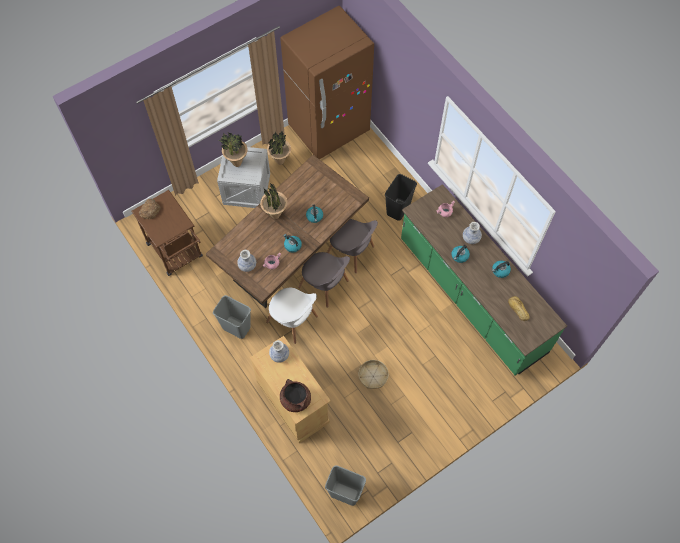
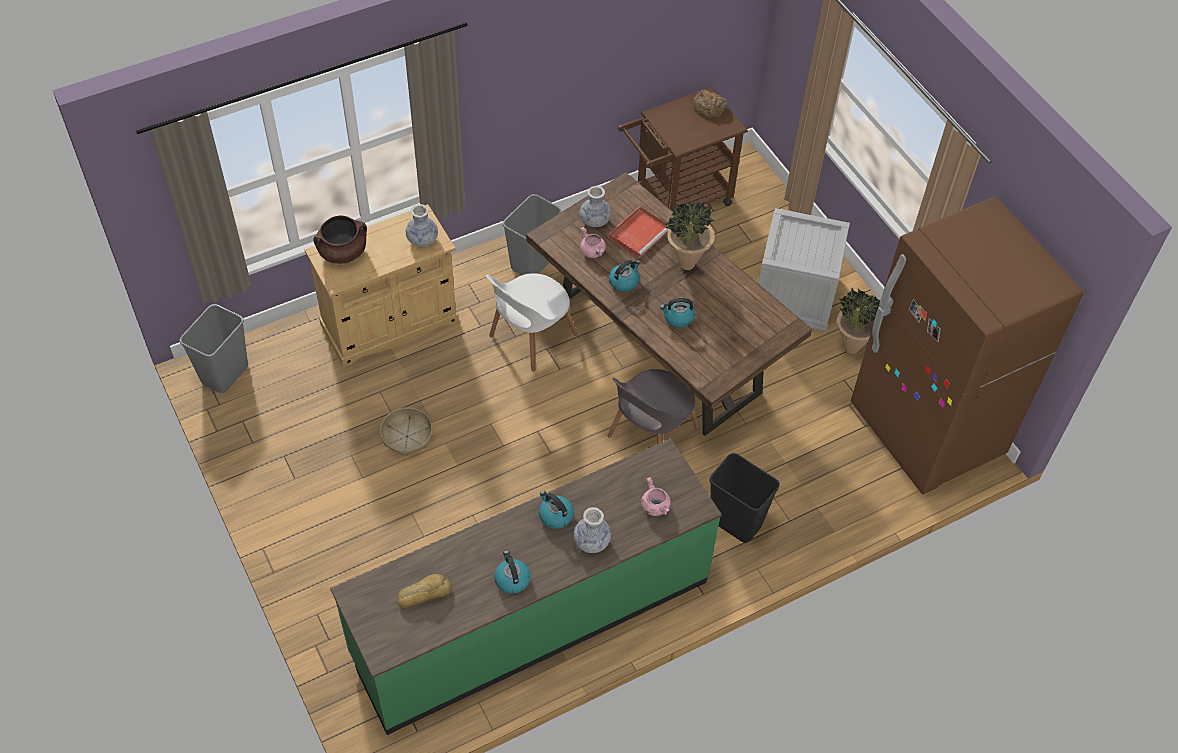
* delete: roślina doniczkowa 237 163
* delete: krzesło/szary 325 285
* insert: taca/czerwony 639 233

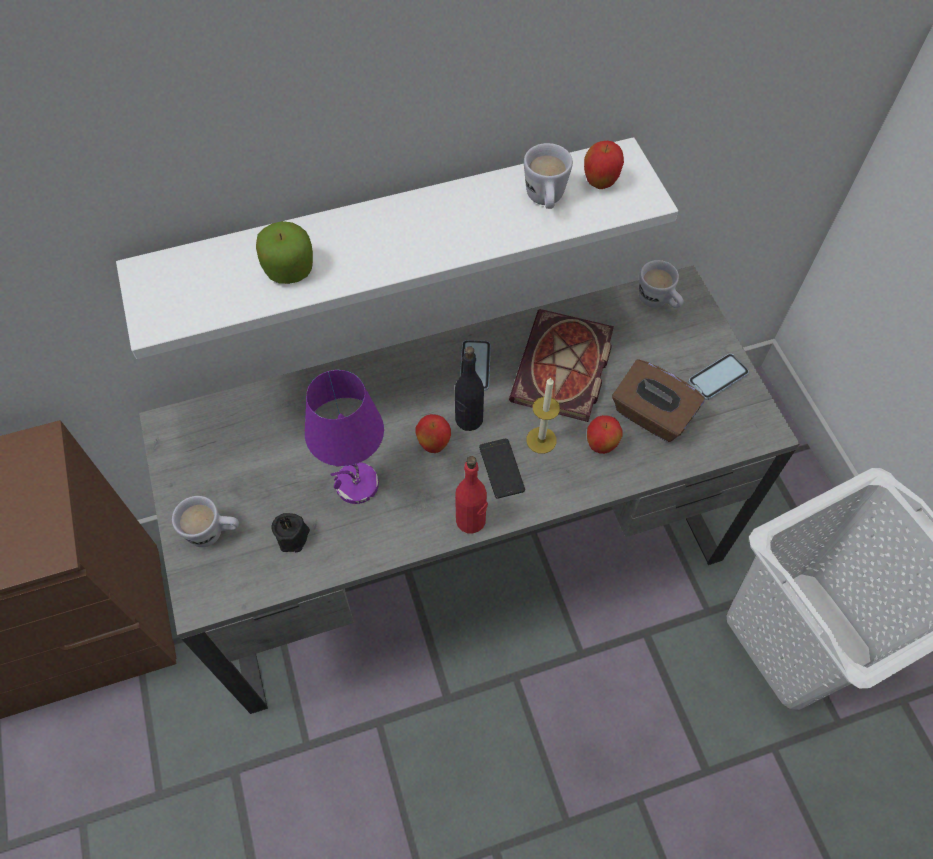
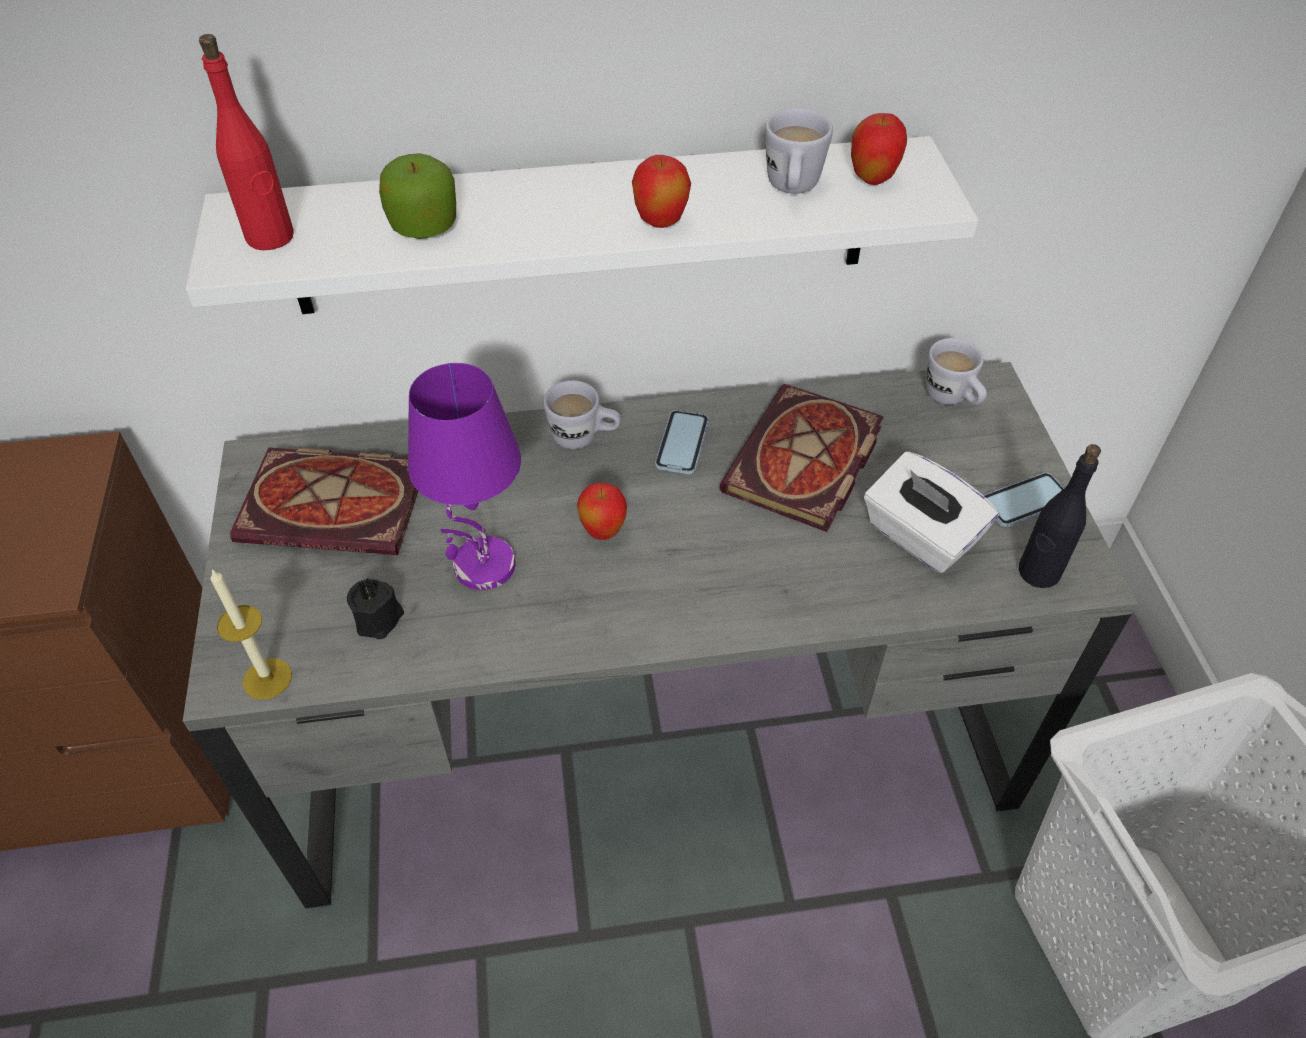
* move: kubek/biały 214 533 to 584 438
* move: butelka/czarny 468 419 to 1038 572
* move: butelka/czerwony 471 520 to 270 237
* delete: telefon 501 468
* move: świeca 541 440 to 267 678
* move: jabłko 600 446 to 660 223
* recolor: pudełko chusteczek/brązowy 651 415 to pudełko chusteczek/biały 919 536
* insert: książka 338 504

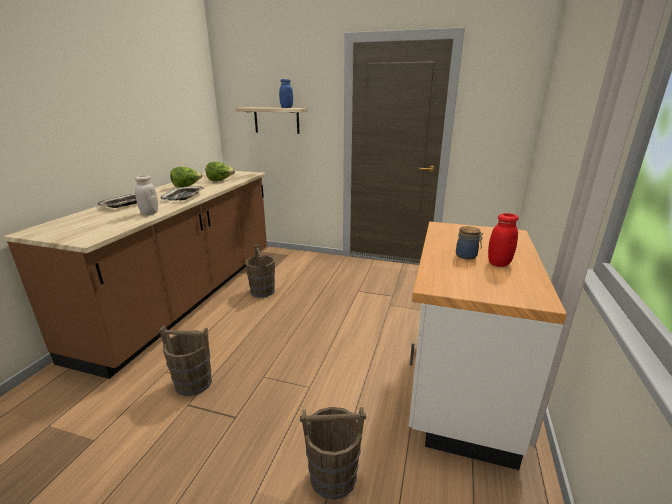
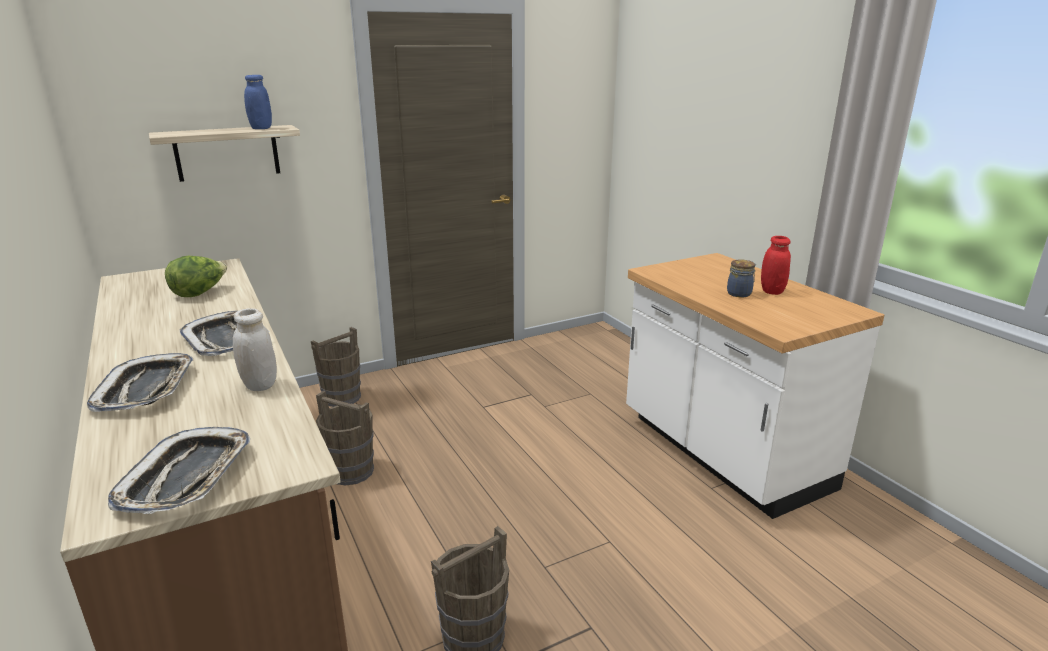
* delete: sałata 187 186
* move: wiadro/brązowy 333 476 to 342 397
* insert: taca 187 477

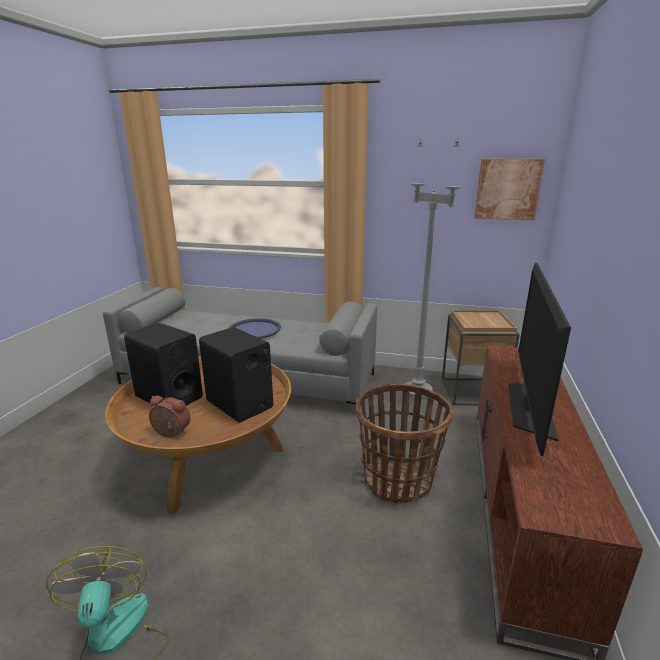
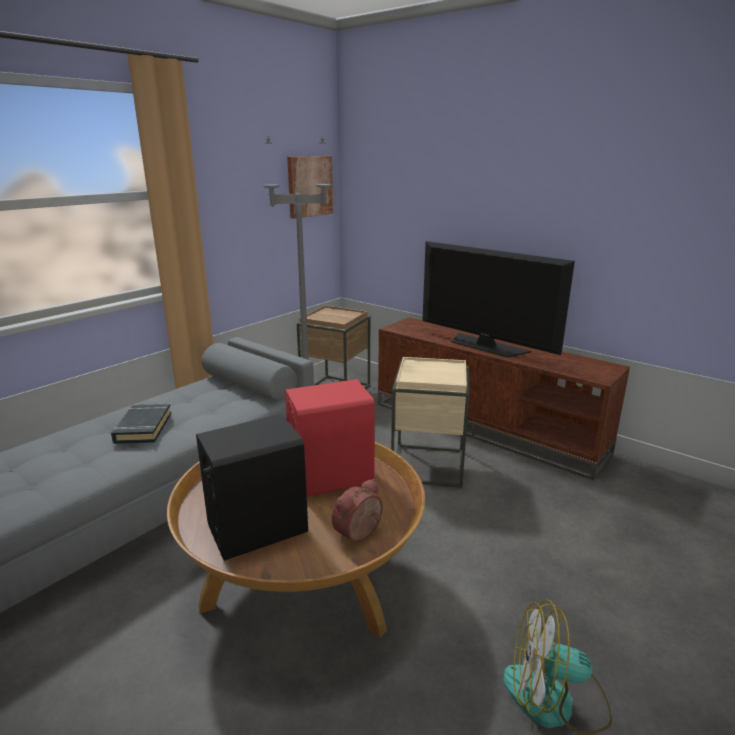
* recolor: głośnik/czarny 240 404 to głośnik/czerwony 331 476
* replace: taca/niebieski 254 329 to książka/czarny 143 428
* replace: koszyk 398 481 to stolik/beżowy 427 465

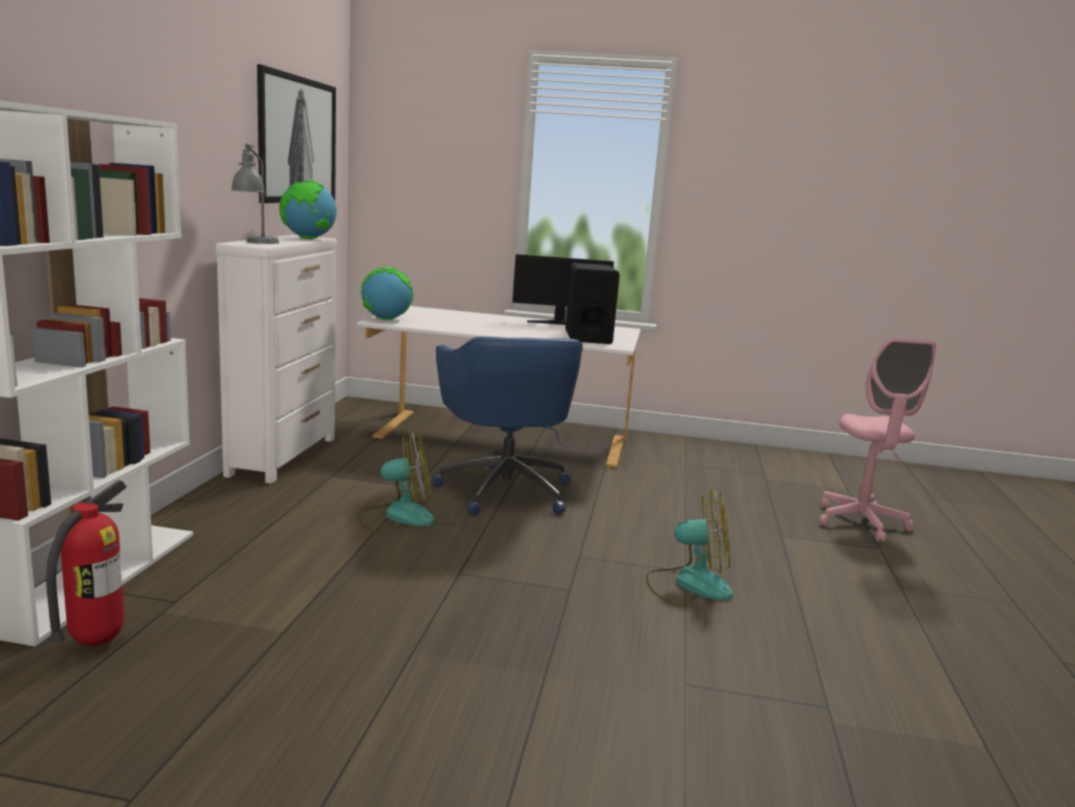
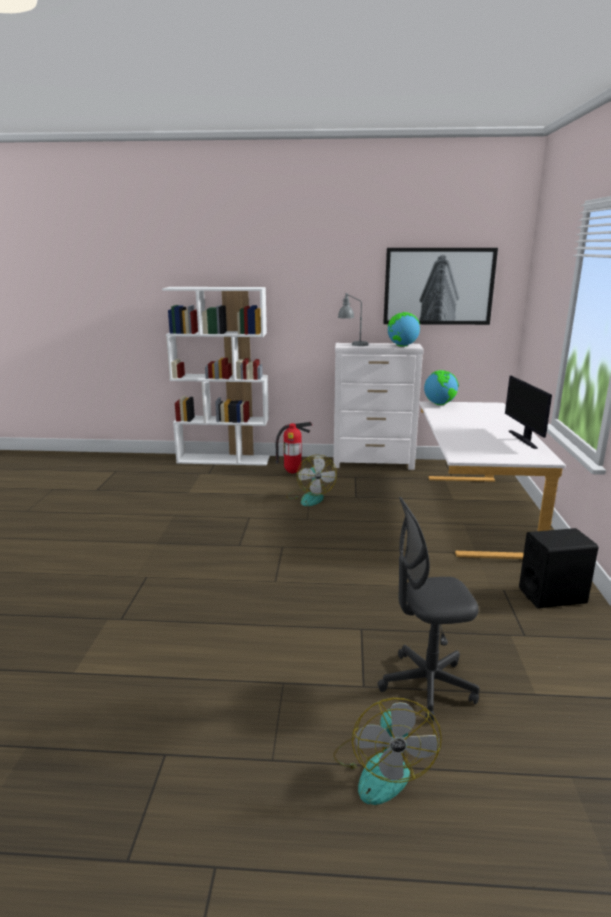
* move: gaśnica 96 641 to 293 472
* delete: krzesło biurowe/niebieski 505 489
* move: głośnik/czarny 588 337 to 552 596
* move: wentylator 689 584 to 381 767
* recolor: krzesło biurowe/różowy 861 522 to krzesło biurowe/szary 427 685

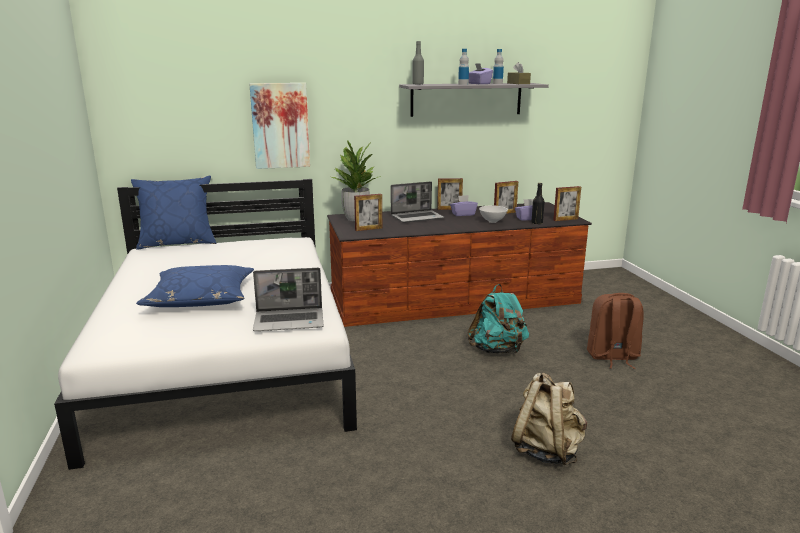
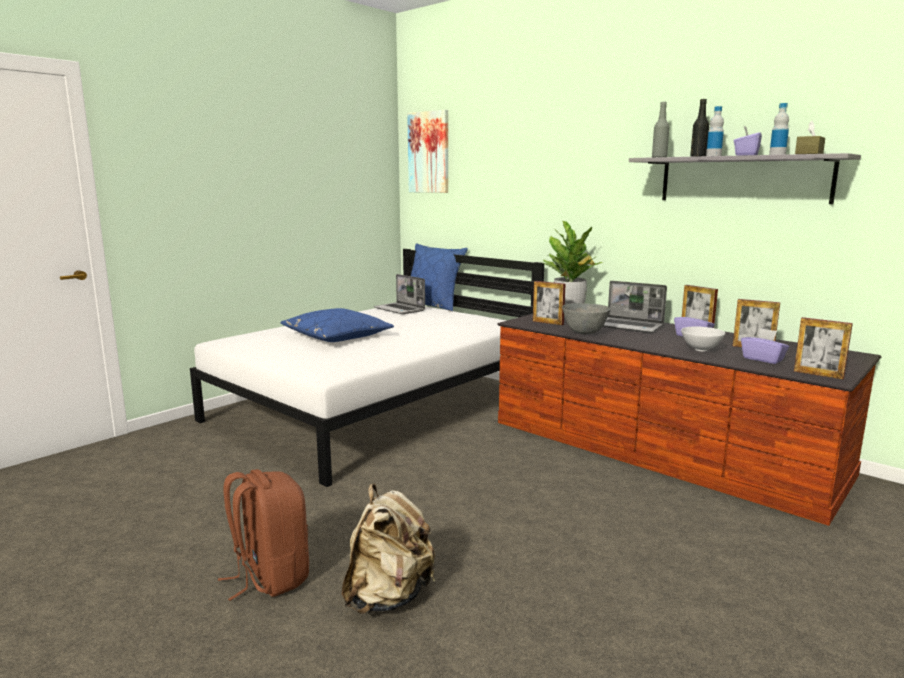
* move: obraz 280 125 to 429 152
* move: laptop 290 321 to 400 309
* delete: plecak/turkusowy 497 350
* move: butelka/czarny 537 223 to 698 157
* move: plecak/brązowy 612 357 to 270 576
* insert: miska/szary 584 333

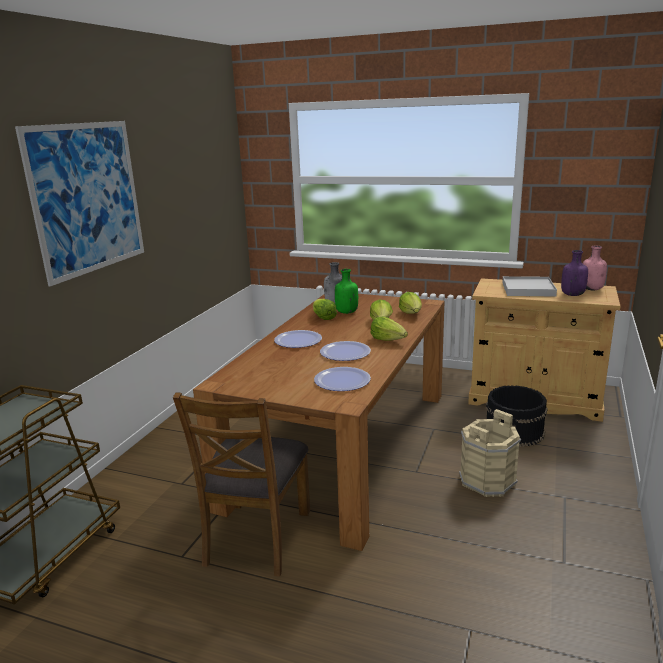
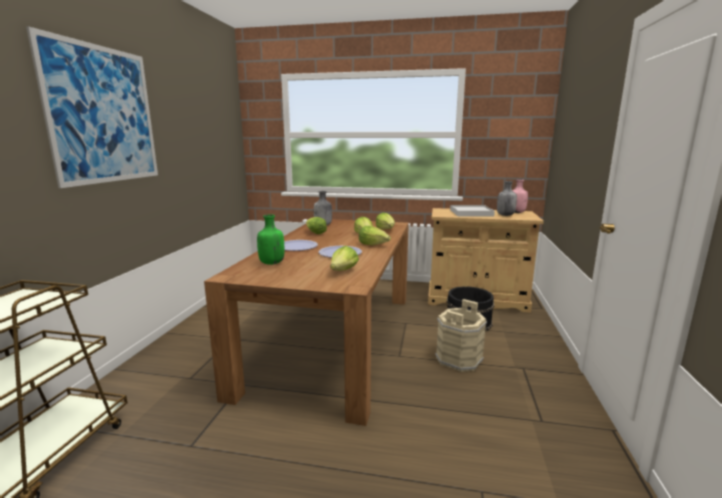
* delete: krzesło/brązowy 256 537
* replace: talerz 342 380 to sałata 343 271
* move: butelka/zielony 346 312 to 271 263
* recolor: butelka/fioletowy 572 294 to butelka/szary 505 215

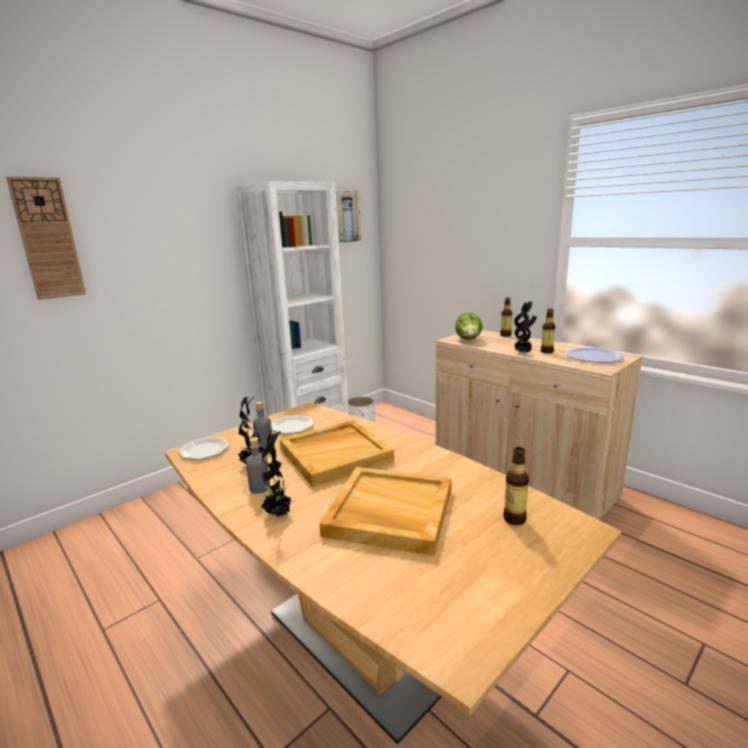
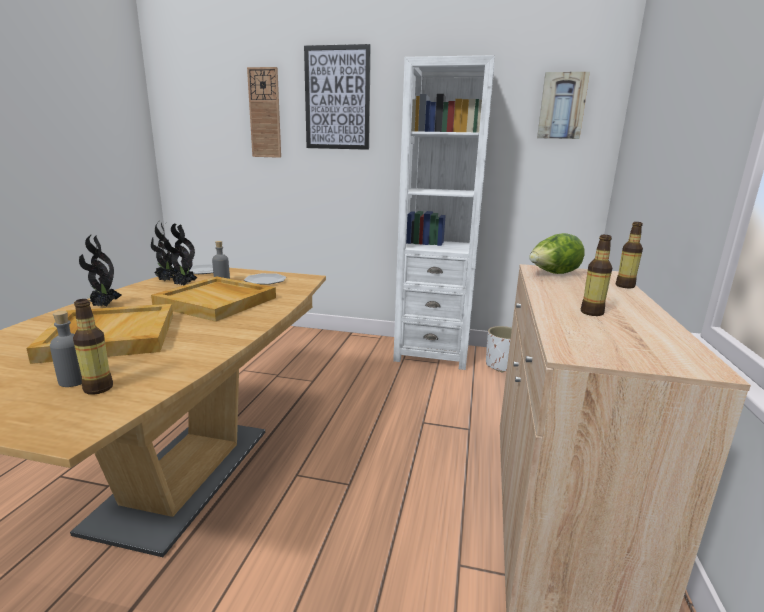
* move: butelka/szary 260 488 to 74 380
* move: roślina doniczkowa 523 353 to 166 281
* delete: talerz 594 357
* insert: obraz 337 98

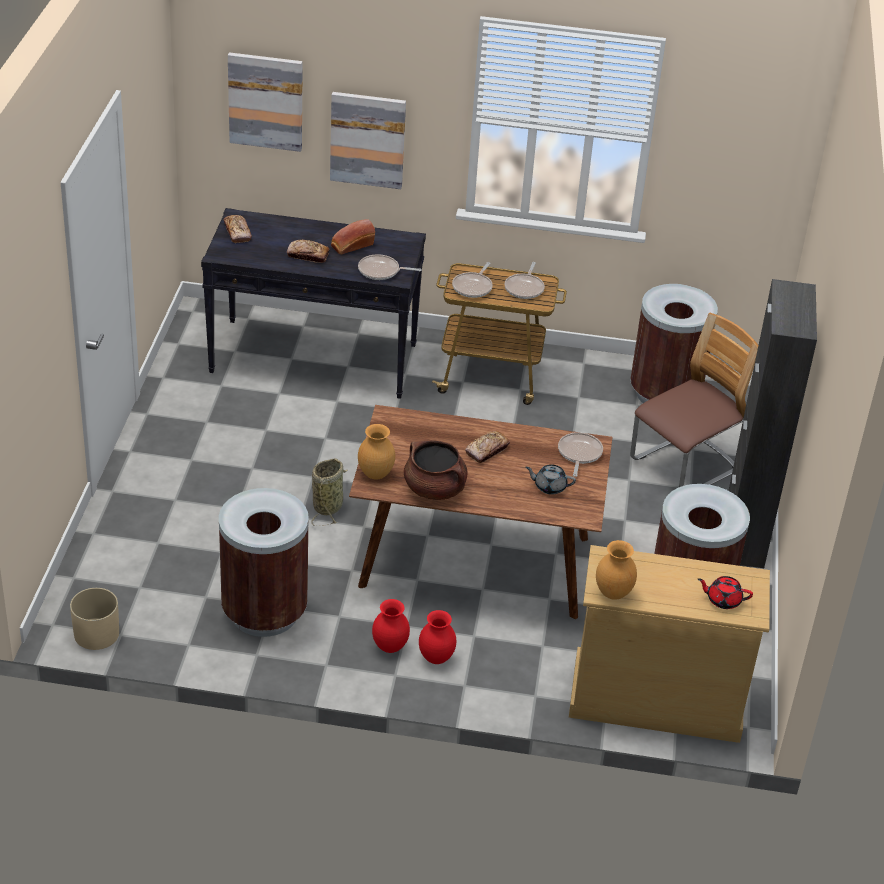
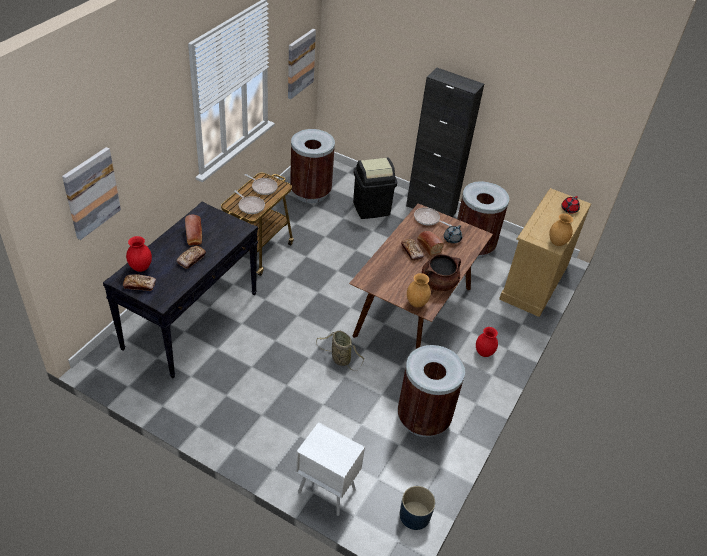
* recolor: donica/beżowy 96 634 to donica/niebieski 414 515
* move: obraz 367 139 to 300 63
* delete: patelnia 381 271
* move: wazon/czerwony 389 646 to 140 268
* replace: krzesło 684 466 to kosz na śmieci/czarny 371 208
* insert: szafka nocna/biały 326 490
* insert: chleb 428 246

